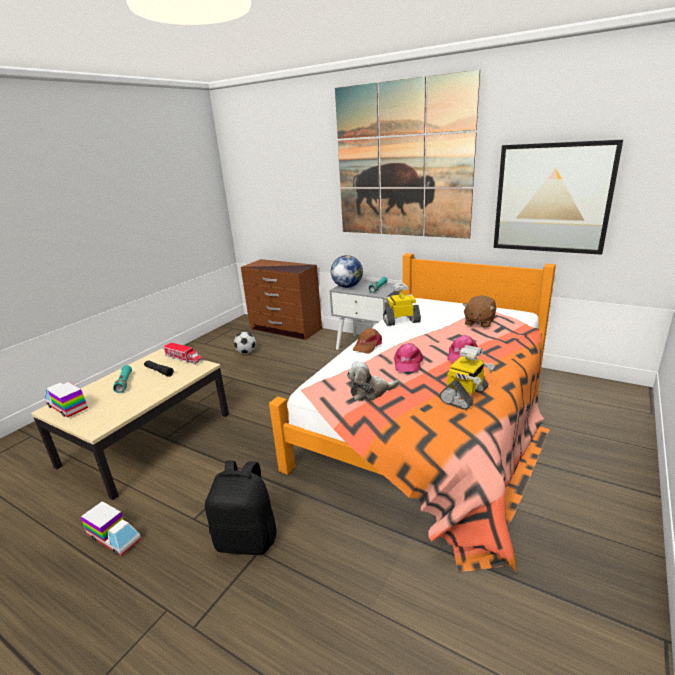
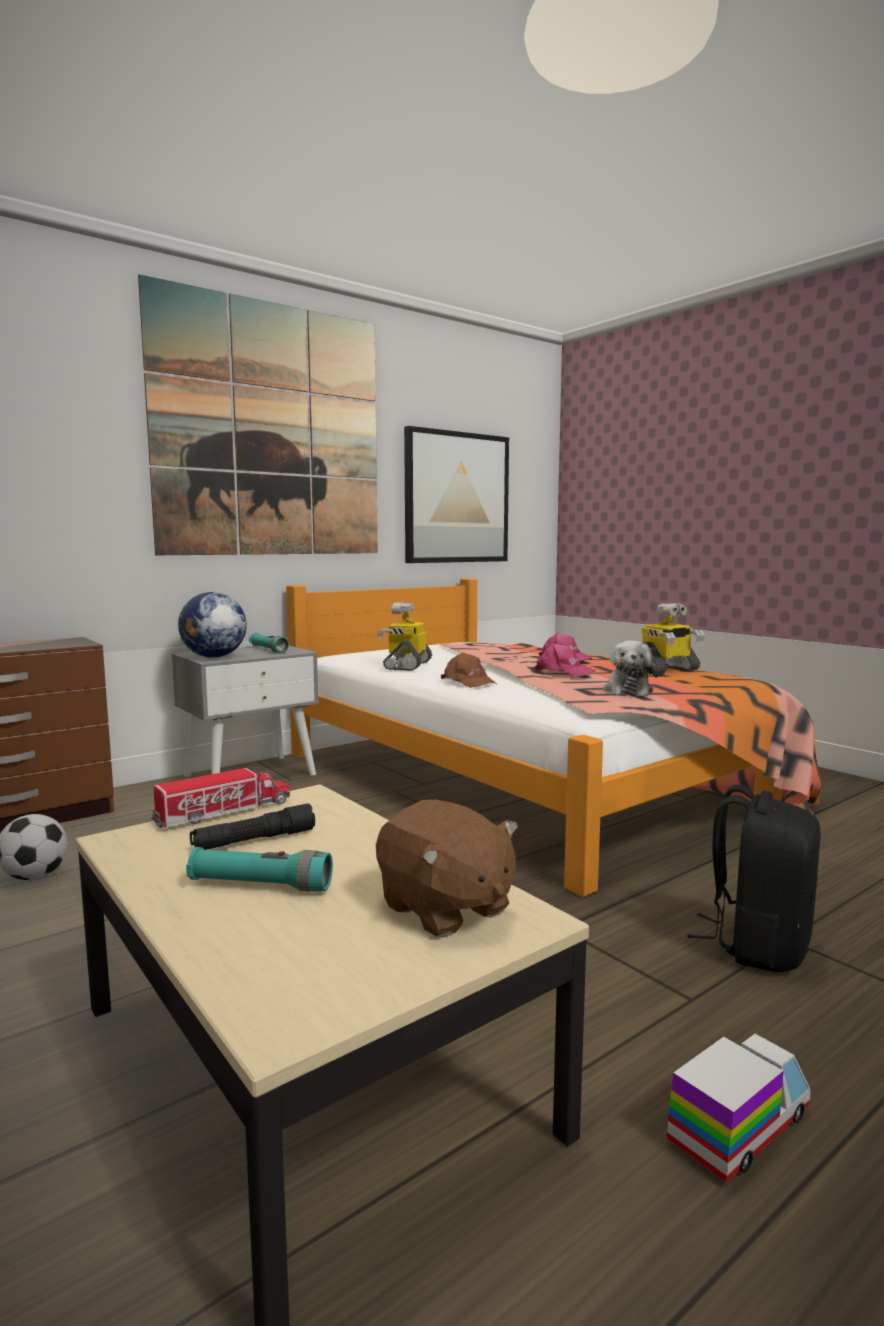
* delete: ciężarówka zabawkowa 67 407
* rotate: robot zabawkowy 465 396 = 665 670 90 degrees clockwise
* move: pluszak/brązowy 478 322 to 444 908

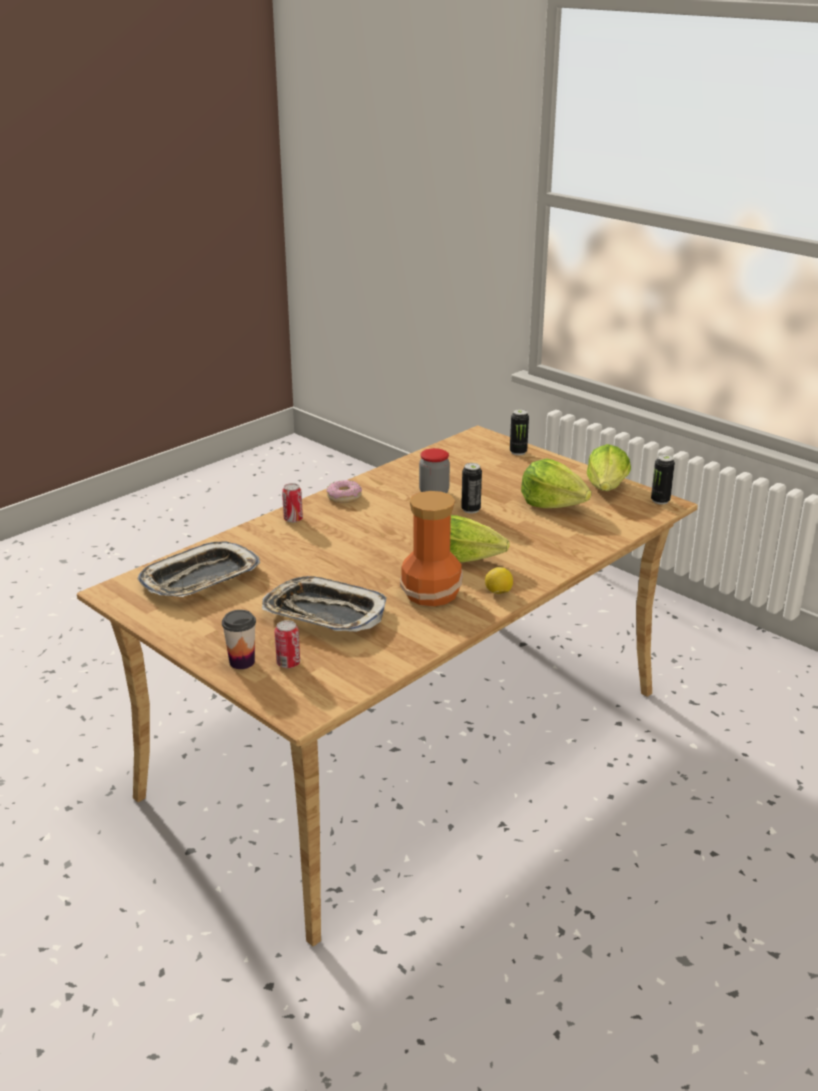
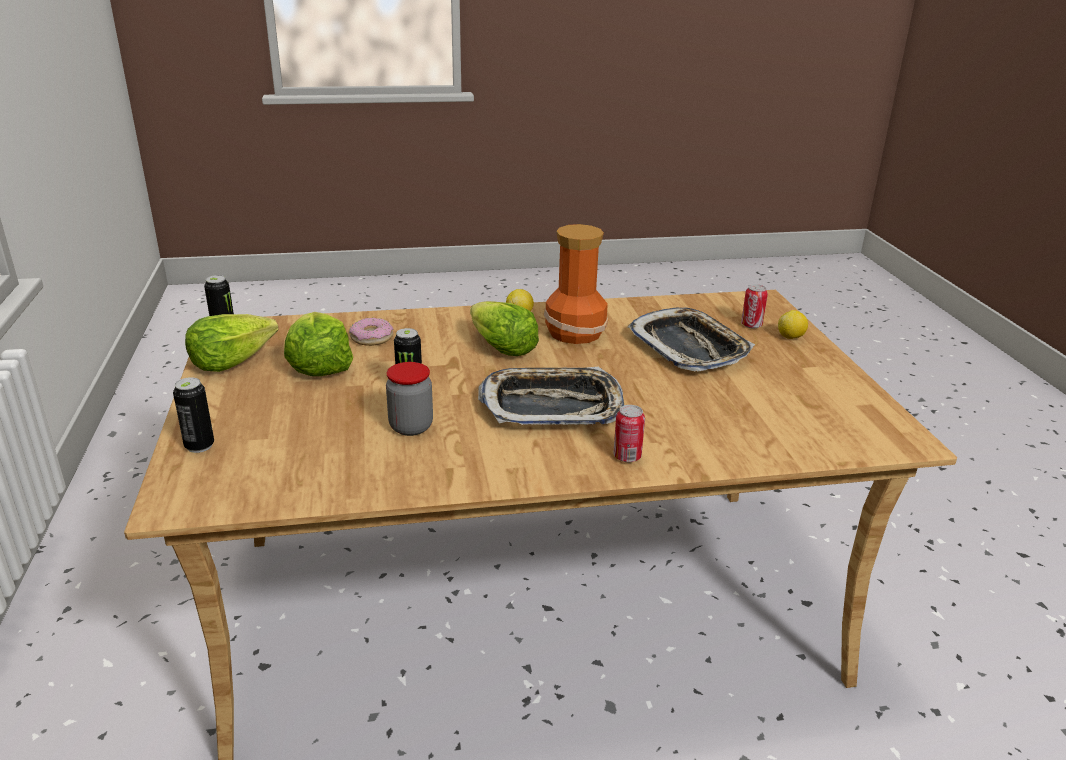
* move: taca 200 579 to 552 406
* replace: filiżanka 242 662 to cytryna 791 337
* move: donut 344 497 to 372 338

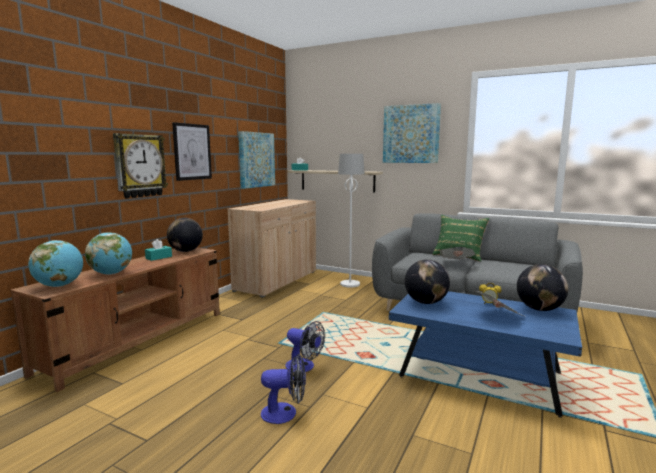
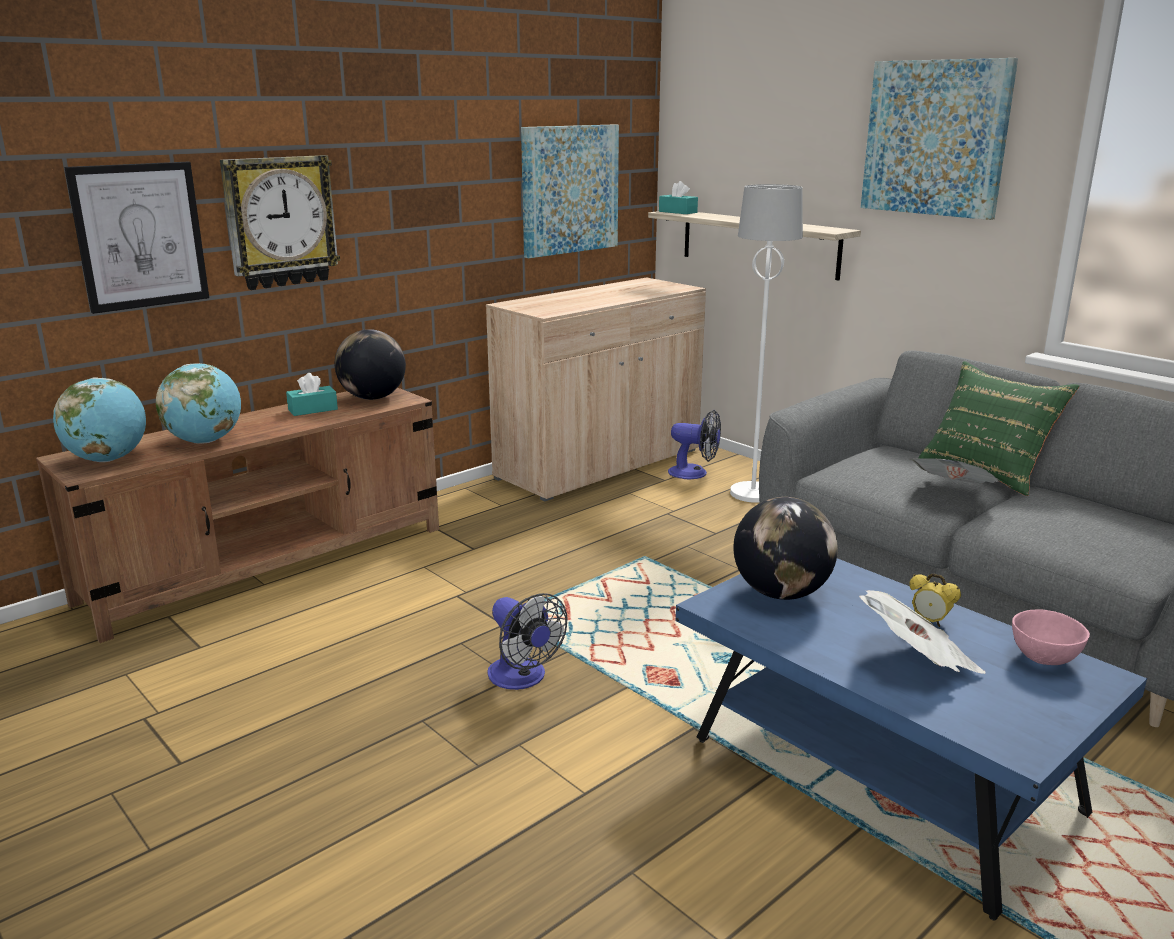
* move: obraz 192 152 to 140 236
* move: wentylator 285 413 to 694 473
* replace: globus 539 309 to miska/różowy 1045 659

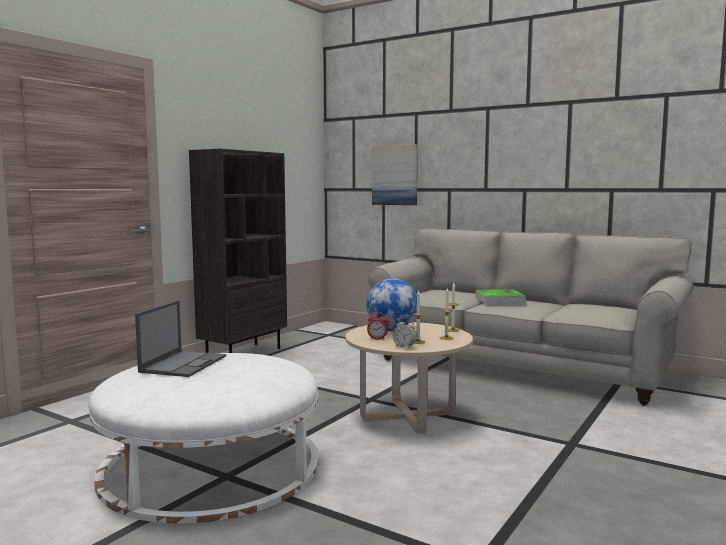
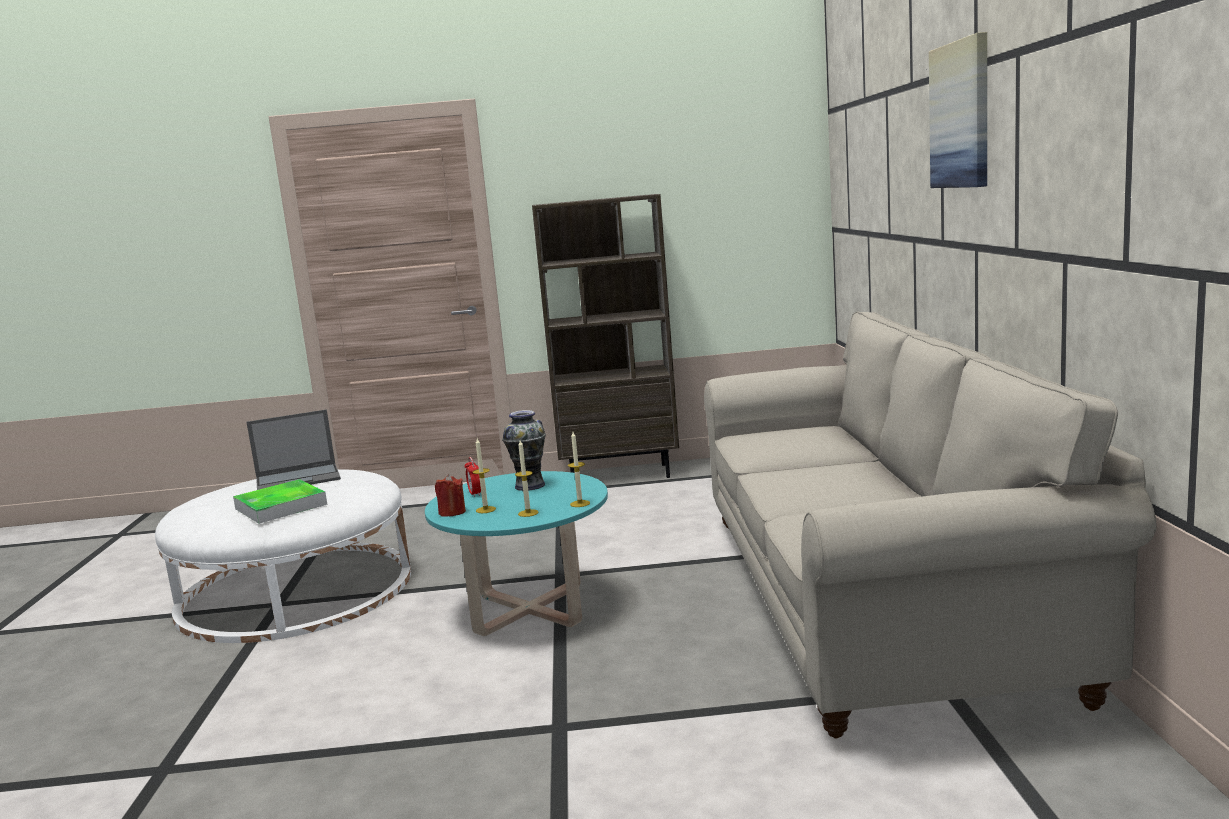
* recolor: ława/beżowy 407 416 to ława/turkusowy 529 610
* replace: globus 392 330 to wazon 530 486
* move: obraz 395 175 to 961 115
* replace: budzik 404 347 to świeca/czerwony 452 512
* move: taca 499 300 to 281 506

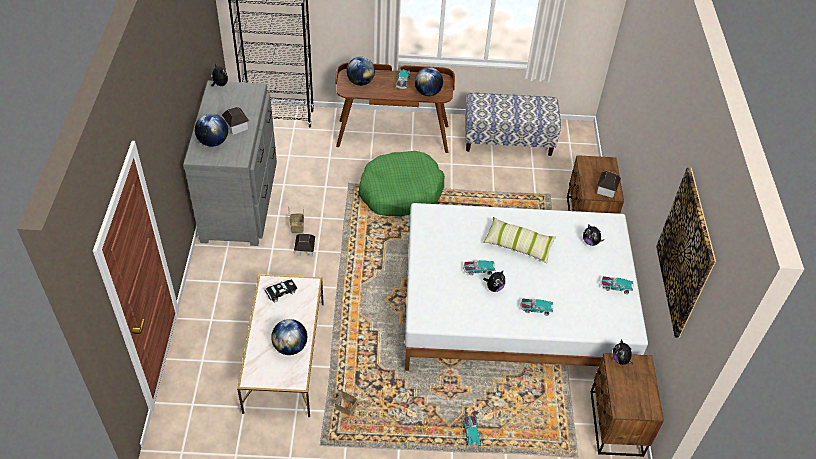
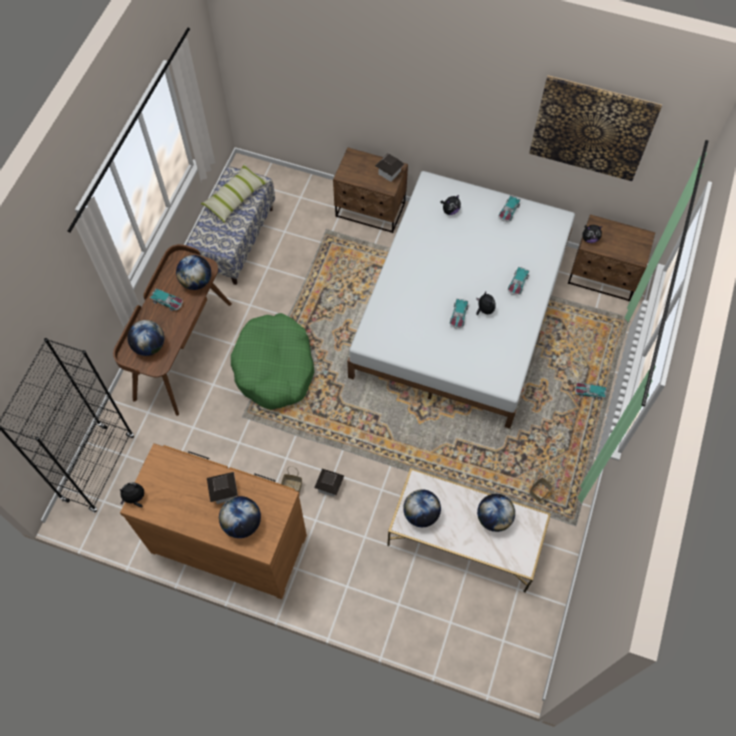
* recolor: komoda/szary 241 201 to komoda/brązowy 229 540
* replace: samochodzik/czarny 280 293 to globus 421 514
* move: poduszka 518 245 to 235 197

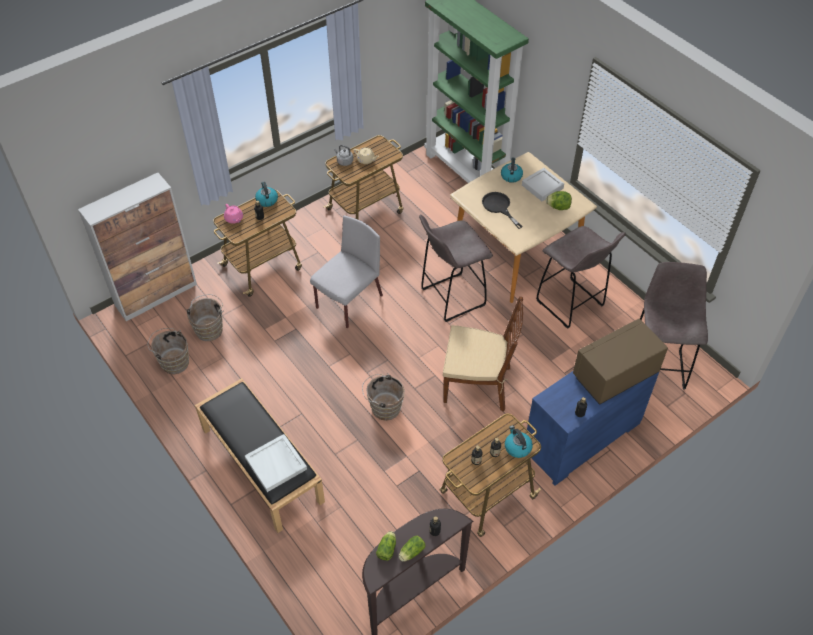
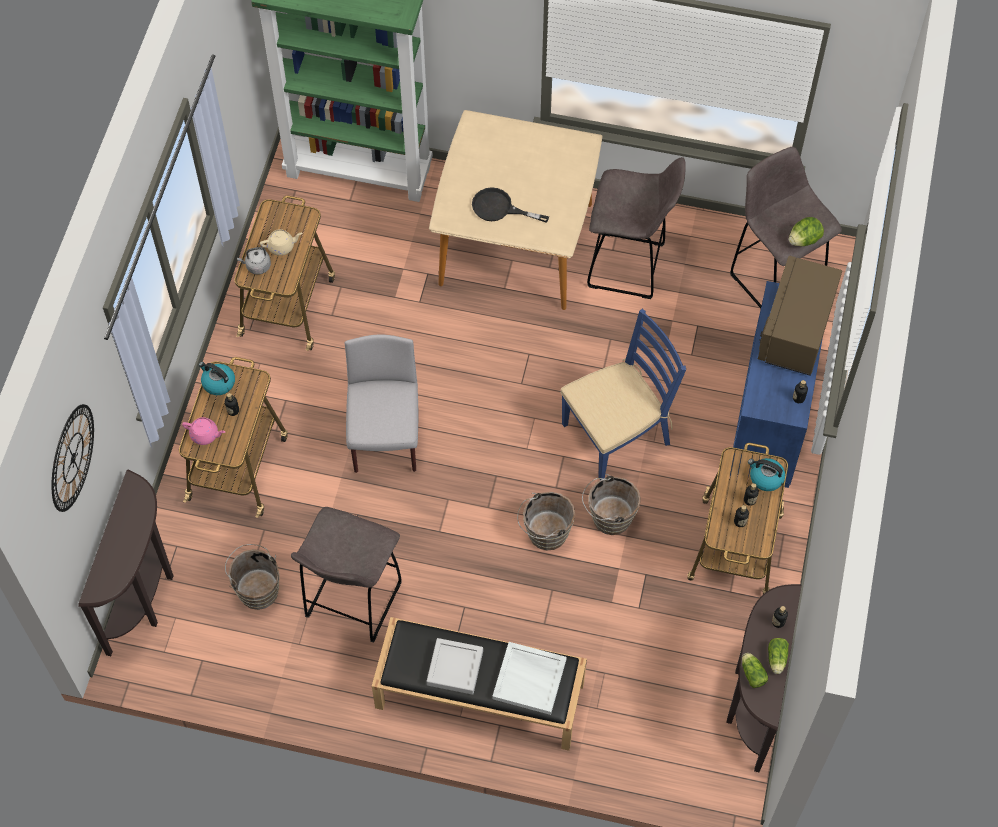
* replace: szafka 156 295 to stolik konsolowy/brązowy 145 595
* move: wiadro/brązowy 173 362 to 608 518
* move: stołek/szary 451 298 to 352 603
* recolor: krzesło/brązowy 478 384 to krzesło/niebieski 617 433
* delete: czajnik 511 176
* move: taca/szary 542 187 to 455 668
* move: sałata 558 207 to 804 240
* insert: zegar ścienny 72 457

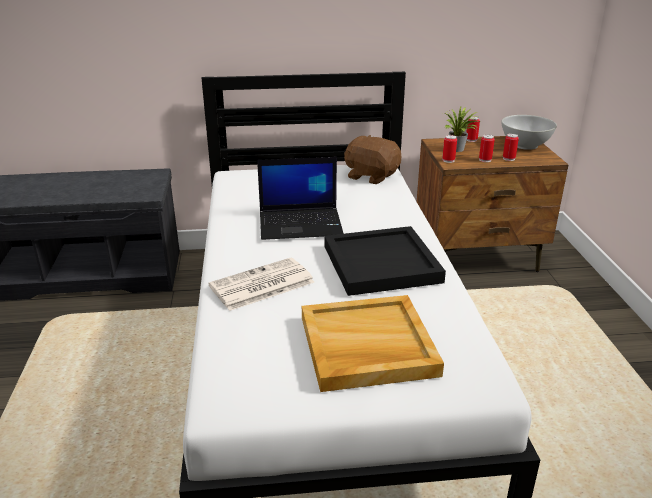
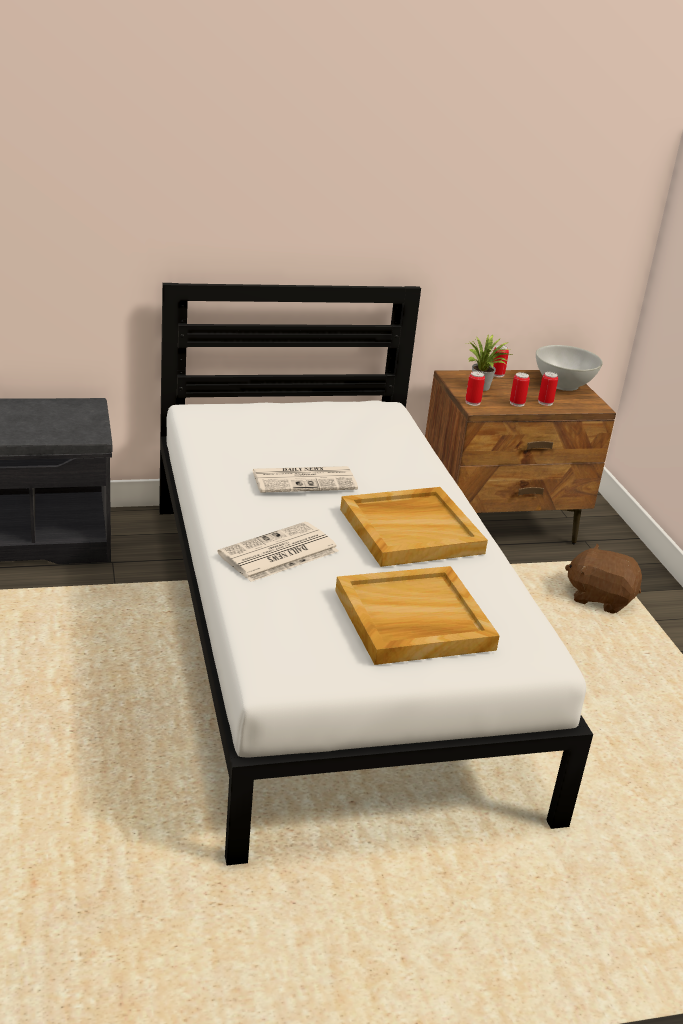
* replace: laptop 301 224 to gazeta 305 480
* recolor: taca/czarny 382 263 to taca/beżowy 411 530
* move: pluszak/brązowy 371 176 to 600 598

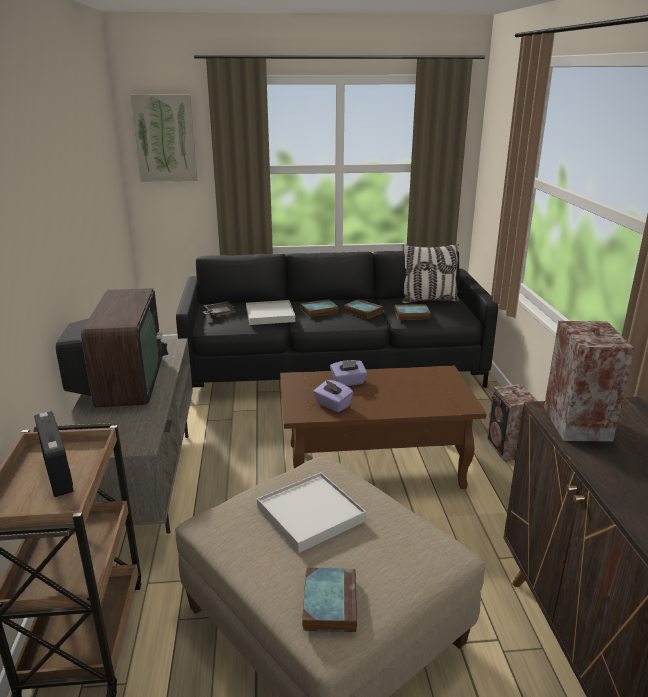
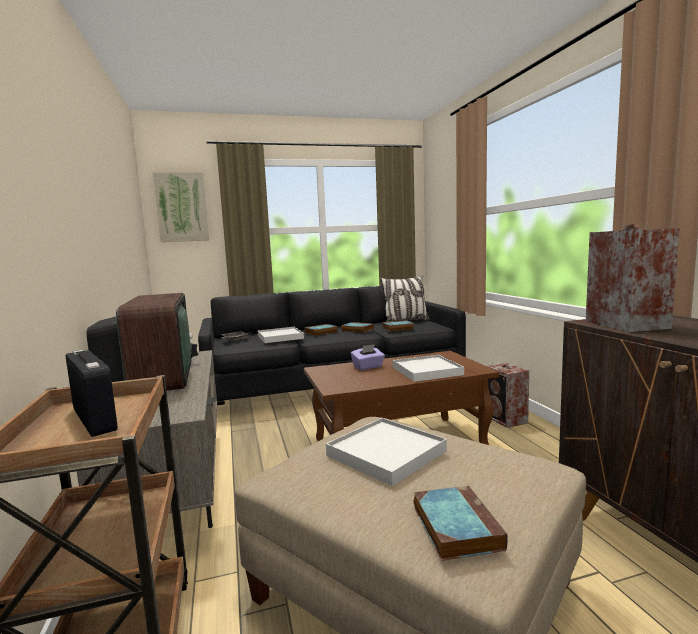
* delete: pudełko chusteczek/fioletowy 332 405
* insert: taca/biały 426 371

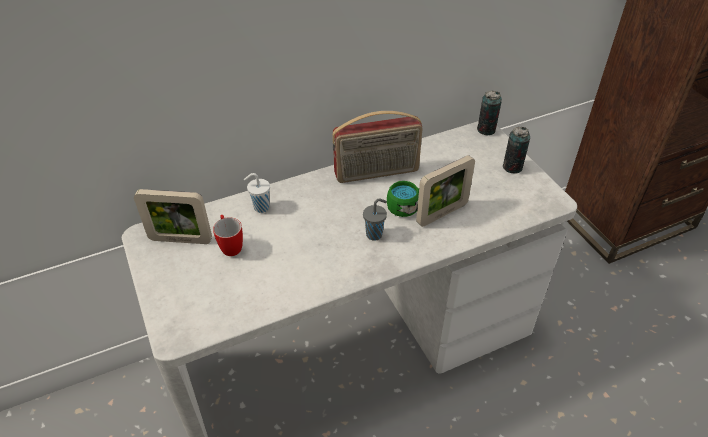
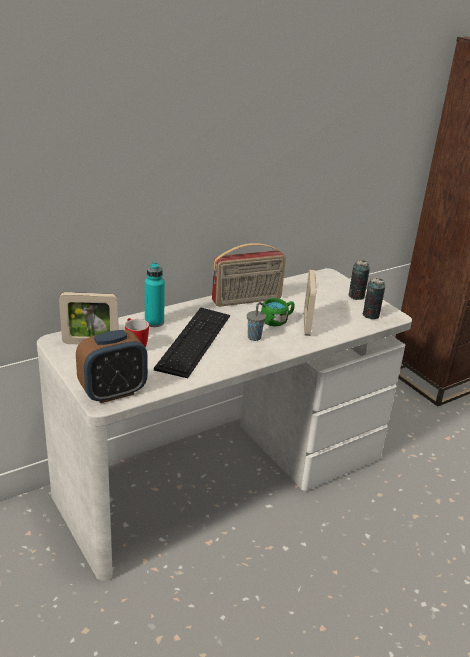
* replace: filiżanka/biały 260 207 to butelka/turkusowy 154 322
* rotate: ramka na zdjęcie 442 214 = 306 324 135 degrees clockwise
* move: puszka 486 130 to 370 315
* insert: budzik 113 392
* insert: klawiatura 194 341

